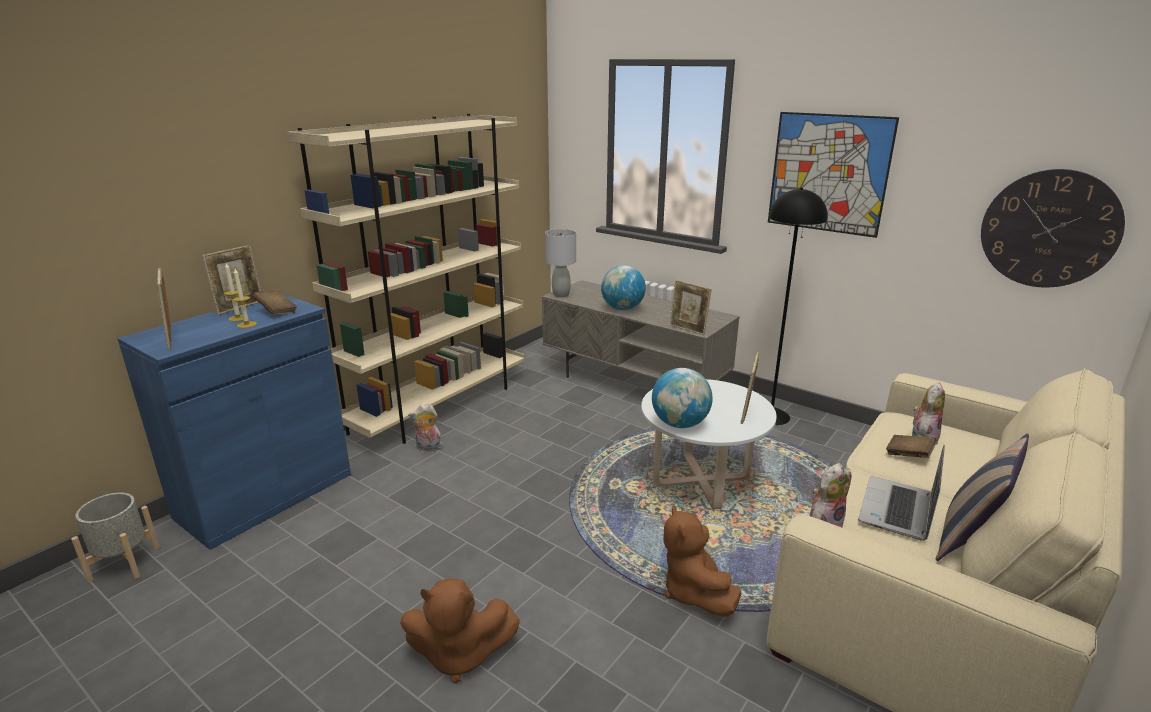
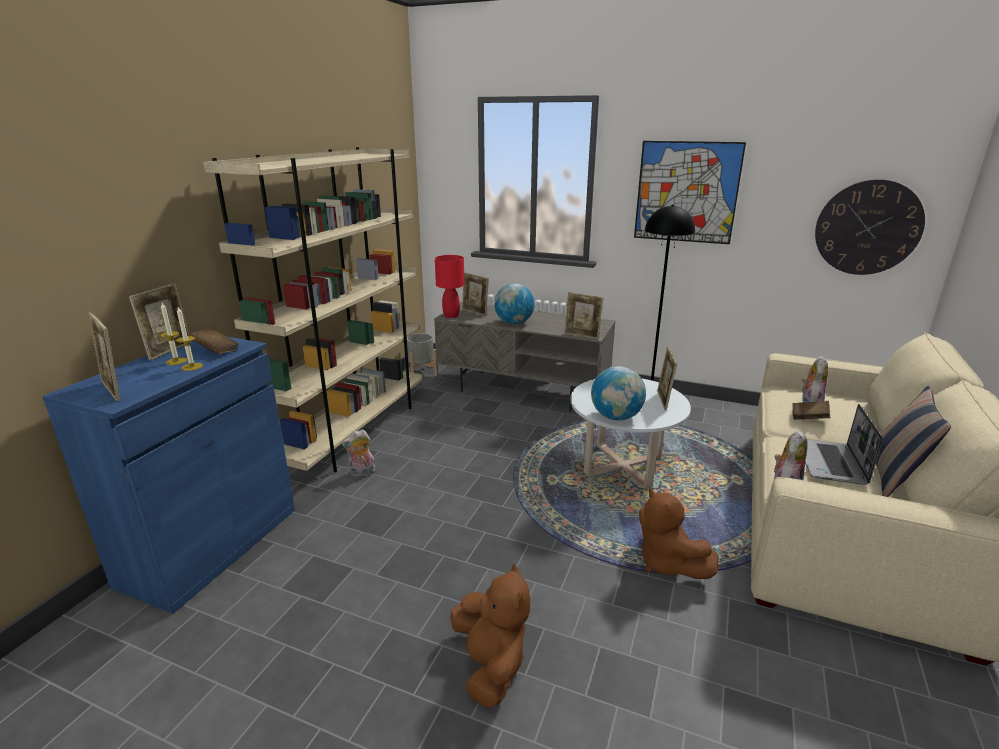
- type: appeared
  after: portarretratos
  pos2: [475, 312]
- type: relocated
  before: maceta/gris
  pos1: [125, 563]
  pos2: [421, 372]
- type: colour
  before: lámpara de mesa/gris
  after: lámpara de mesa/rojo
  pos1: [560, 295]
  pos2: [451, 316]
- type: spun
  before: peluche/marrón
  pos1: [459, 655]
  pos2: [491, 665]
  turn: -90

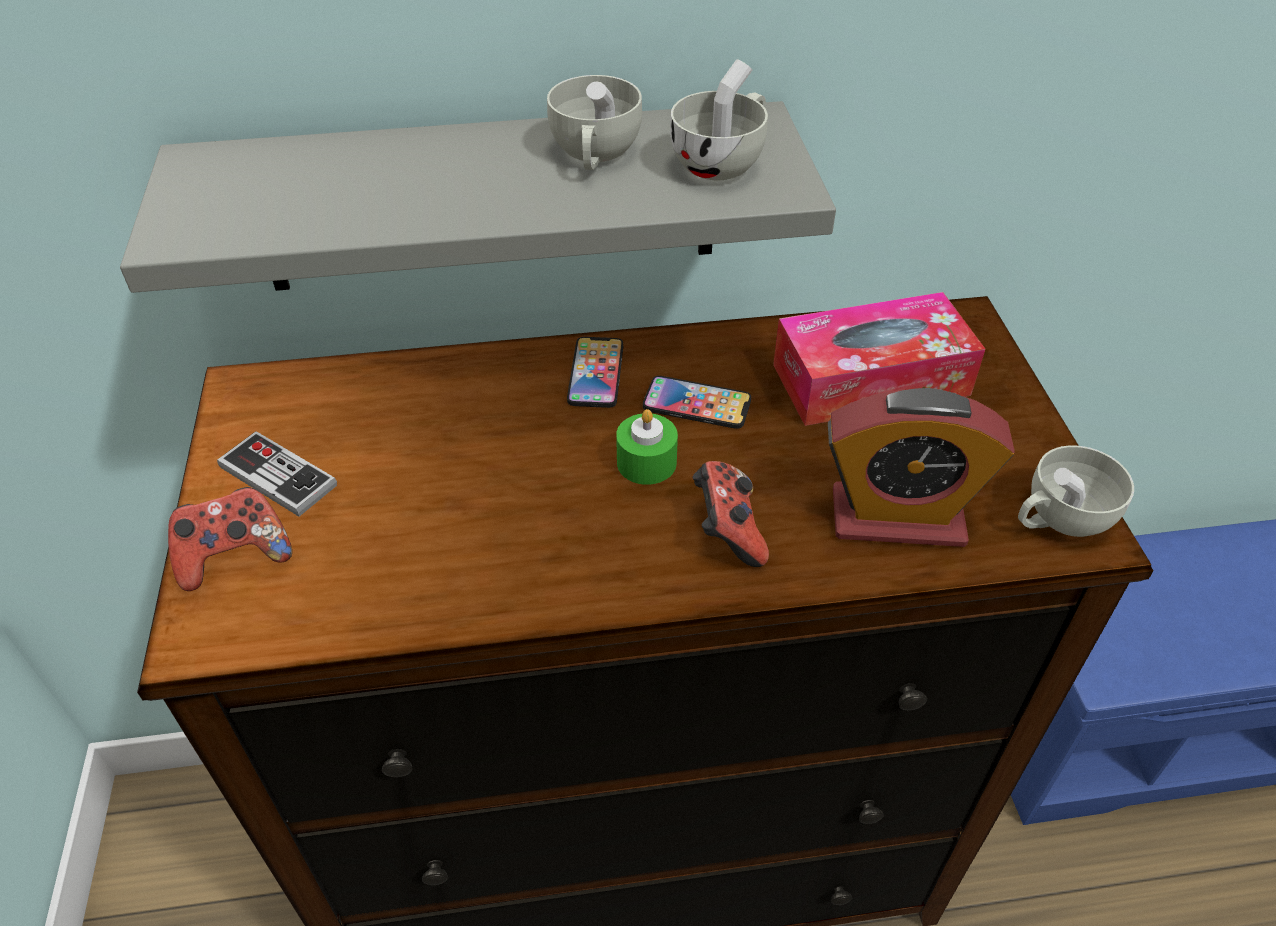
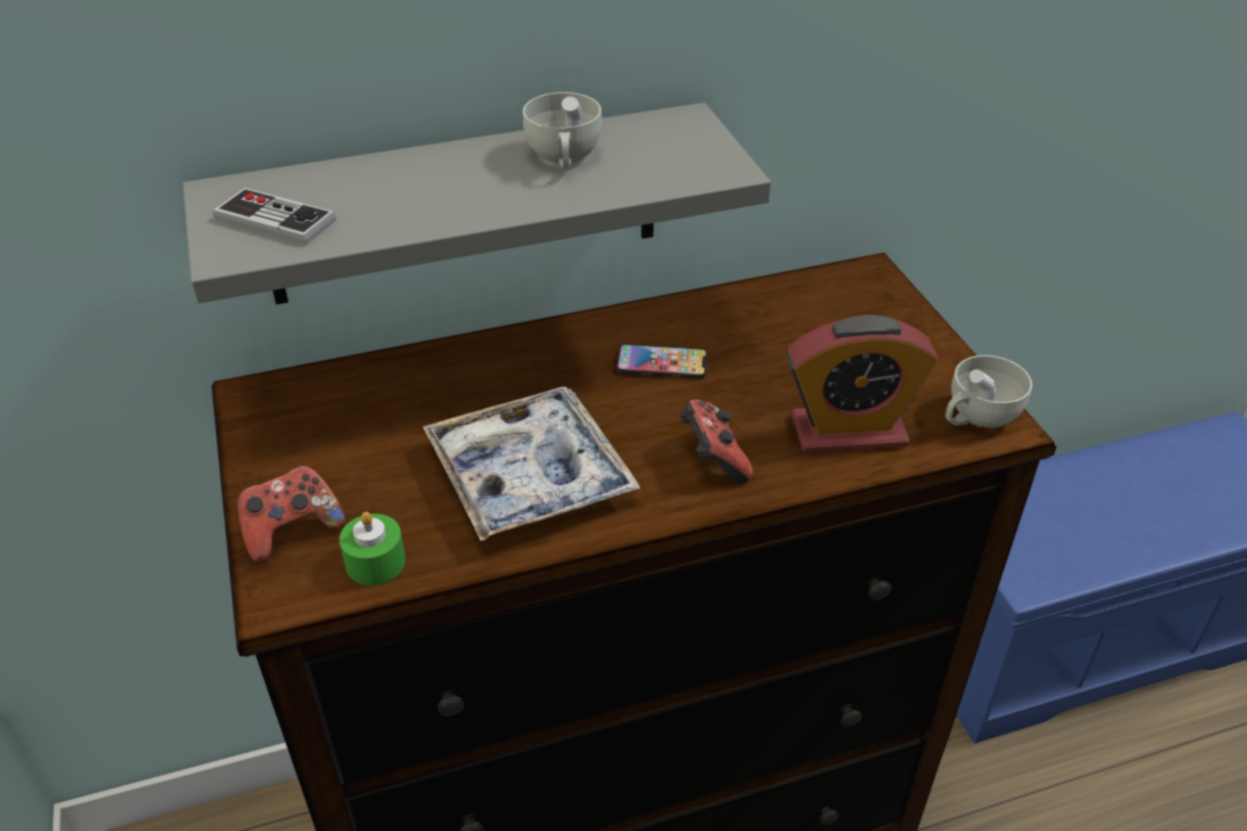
- type: missing
  before: móvil
  pos1: [596, 373]
- type: missing
  before: taza/blanco
  pos1: [723, 162]
- type: missing
  before: caja de pañuelos
  pos1: [870, 380]
- type: appeared
  after: bandeja
  pos2: [530, 476]
- type: relocated
  before: mando de consola
  pos1: [278, 476]
  pos2: [275, 220]
- type: relocated
  before: vela/verde
  pos1: [646, 462]
  pos2: [375, 562]

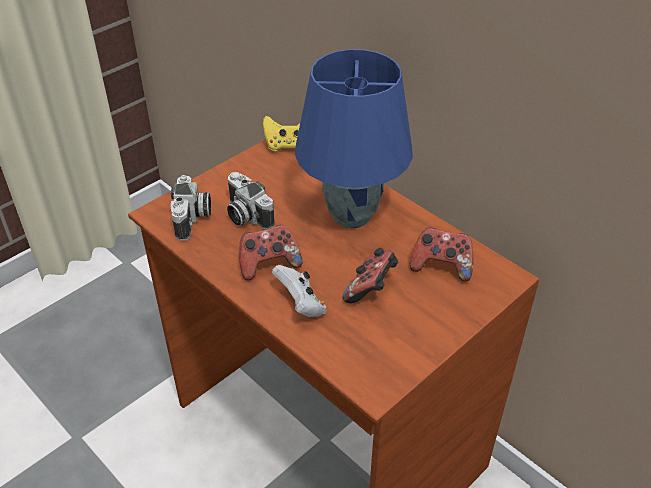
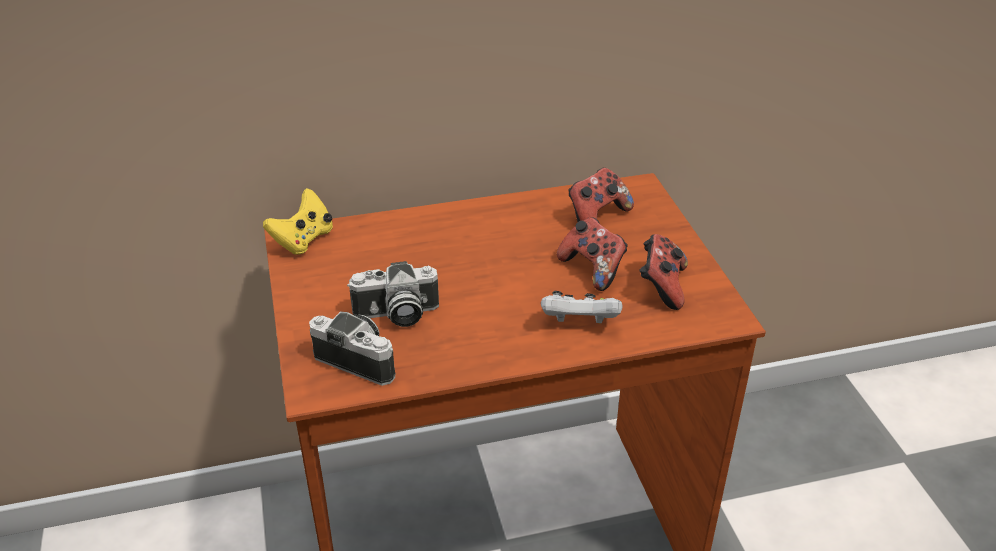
- type: missing
  before: lámpara de mesa/azul
  pos1: [352, 215]
- type: relocated
  before: mando de consola
  pos1: [269, 264]
  pos2: [661, 287]

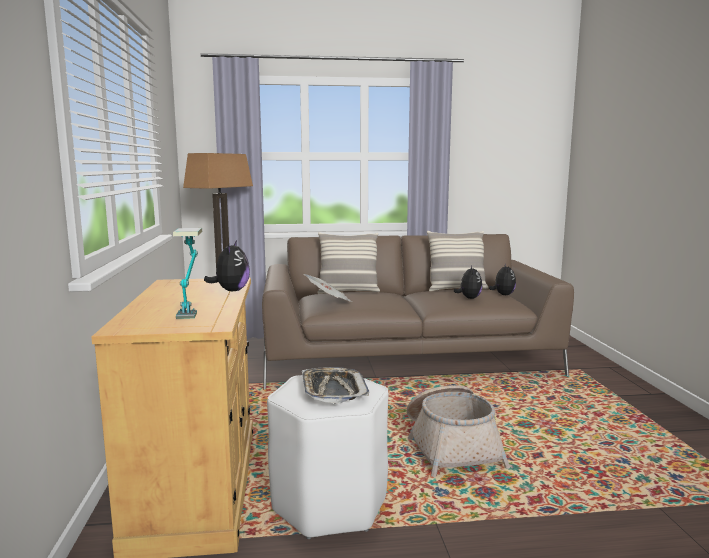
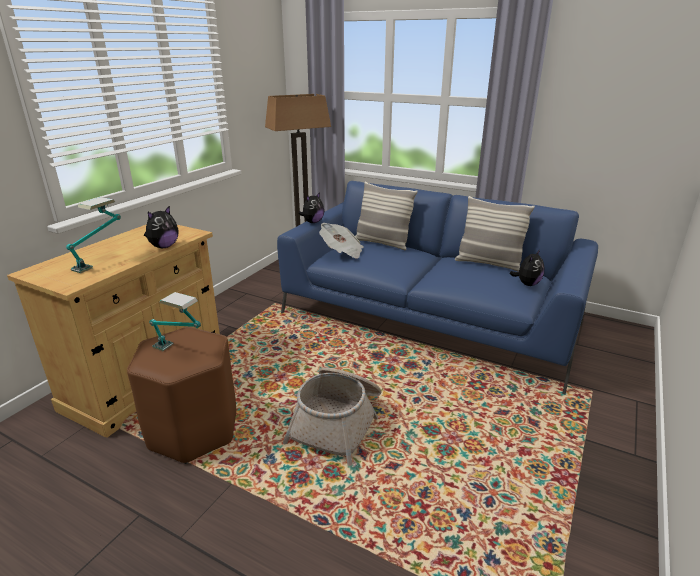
- type: relocated
  before: peluche
  pos1: [469, 298]
  pos2: [312, 222]
- type: exchanged
  before: bandeja
  after: lámpara de mesa
  pos1: [333, 390]
  pos2: [180, 352]
- type: colour
  before: sofá/marrón
  after: sofá/azul
  pos1: [406, 359]
  pos2: [428, 319]
- type: colour
  before: taburete/blanco
  after: taburete/marrón
  pos1: [329, 504]
  pos2: [193, 430]

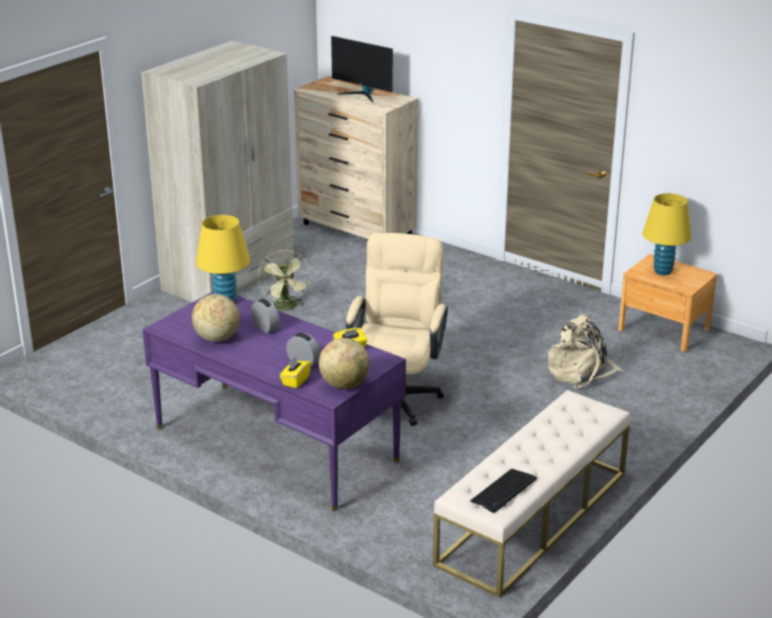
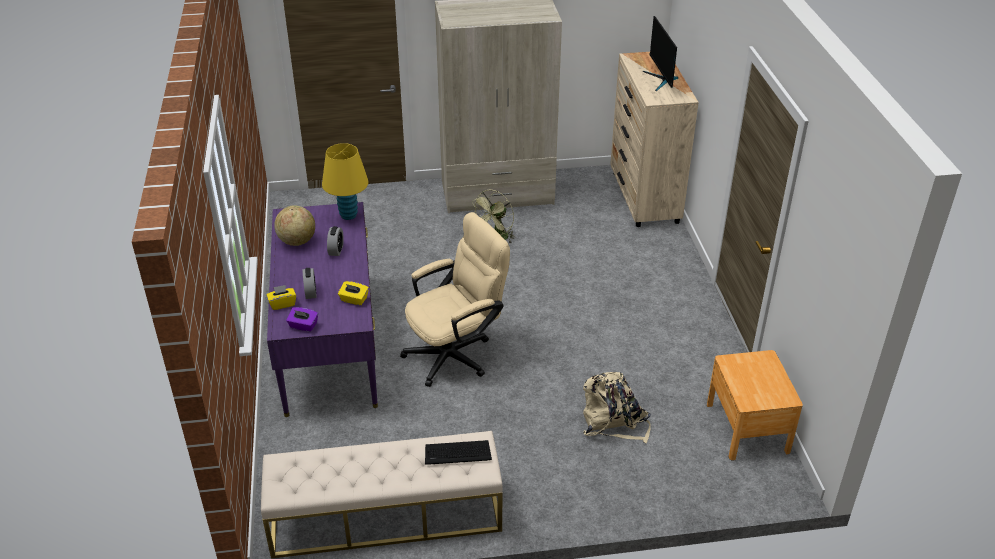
- type: missing
  before: lámpara de mesa/amarillo
  pos1: [662, 271]
- type: relocated
  before: teclado
  pos1: [504, 491]
  pos2: [457, 453]
- type: exchanged
  before: globo terráqueo
  after: caja de pañuelos/morado
  pos1: [344, 384]
  pos2: [303, 326]

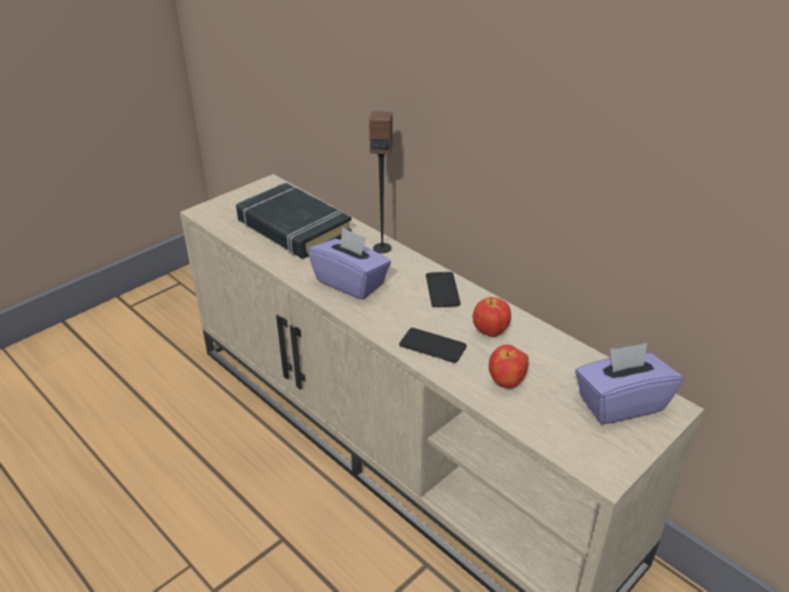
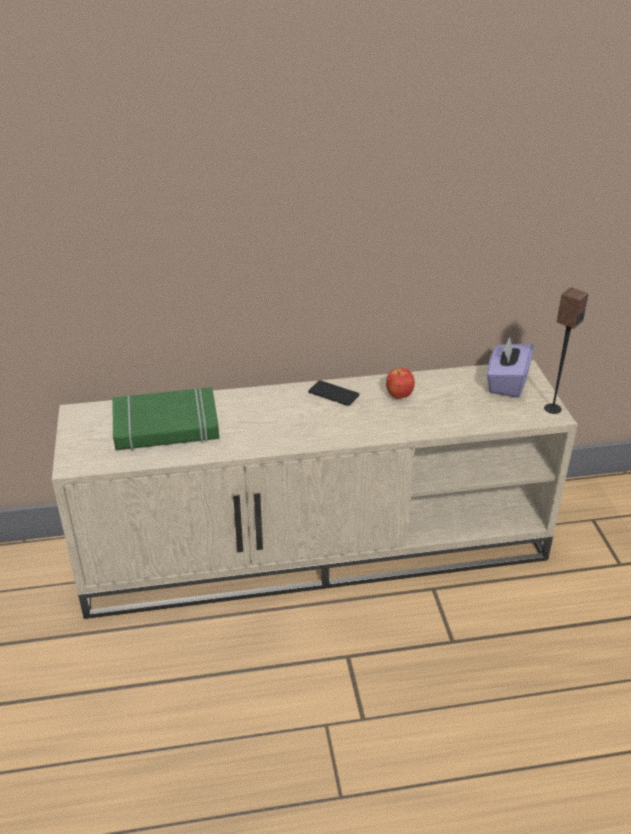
- type: missing
  before: caja de pañuelos/morado
  pos1: [351, 282]
- type: missing
  before: móvil
  pos1: [432, 346]
- type: missing
  before: manzana
  pos1: [506, 383]
- type: relocated
  before: altavoz
  pos1: [382, 248]
  pos2: [552, 408]
- type: colour
  before: libro/negro
  after: libro/verde
  pos1: [293, 227]
  pos2: [166, 426]

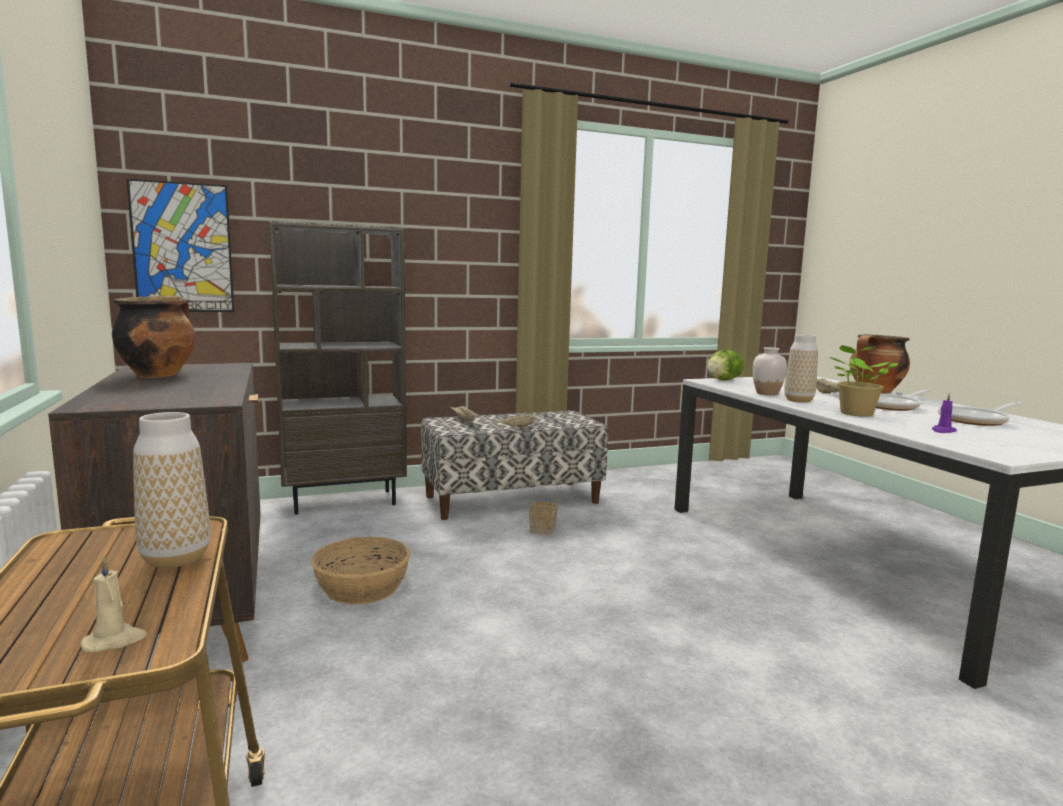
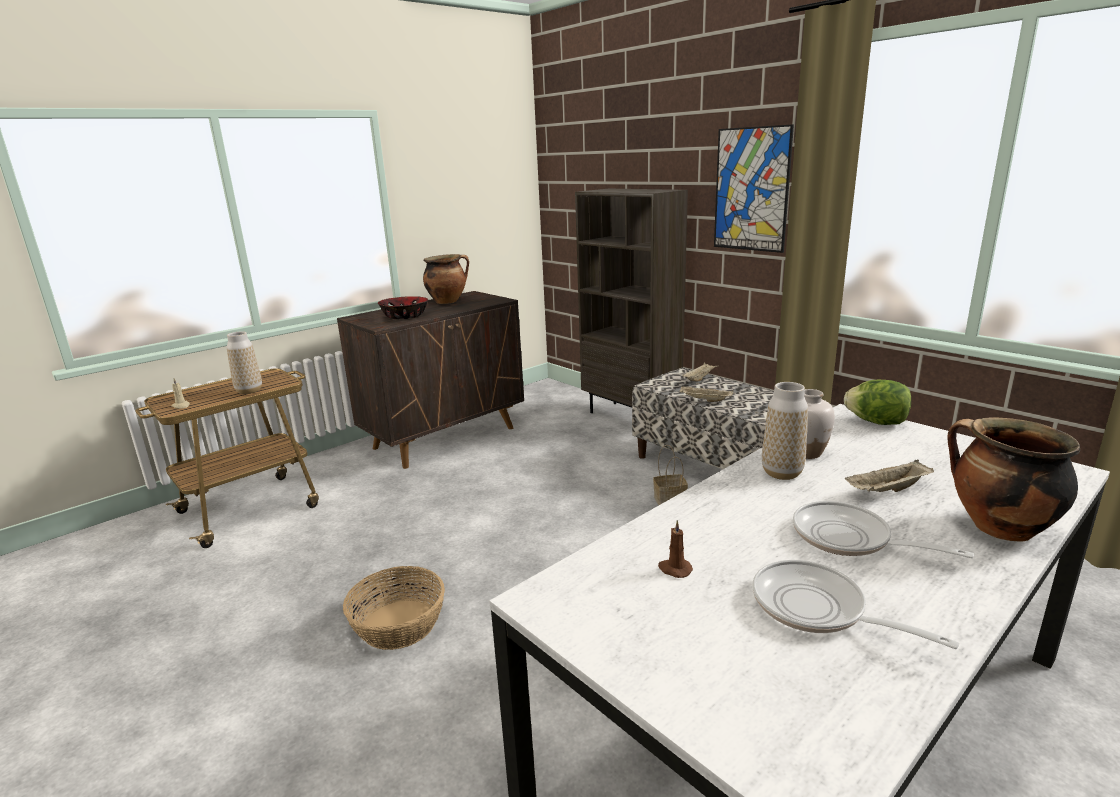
- type: missing
  before: planta en maceta
  pos1: [855, 414]
- type: appeared
  after: cuenco
  pos2: [405, 316]
- type: relocated
  before: cuadro
  pos1: [182, 248]
  pos2: [751, 190]
- type: relocated
  before: cesta
  pos1: [362, 587]
  pos2: [399, 624]
- type: colour
  before: vela/morado
  after: vela/marrón
  pos1: [943, 431]
  pos2: [674, 569]

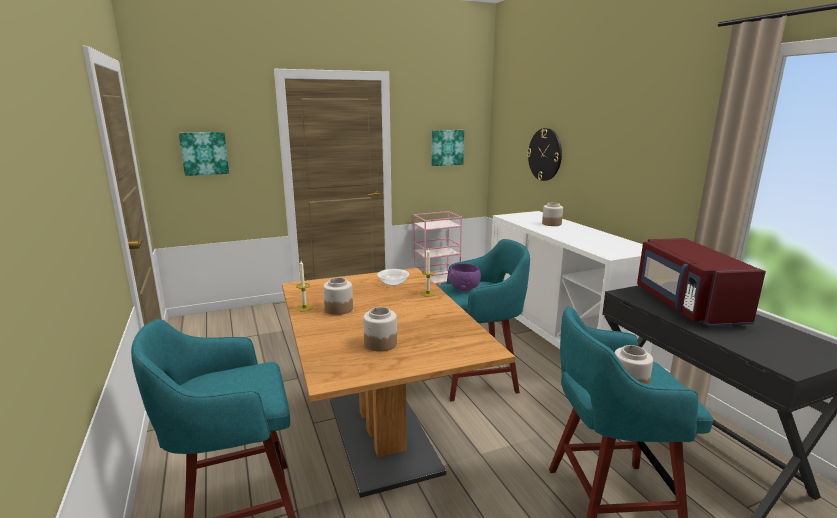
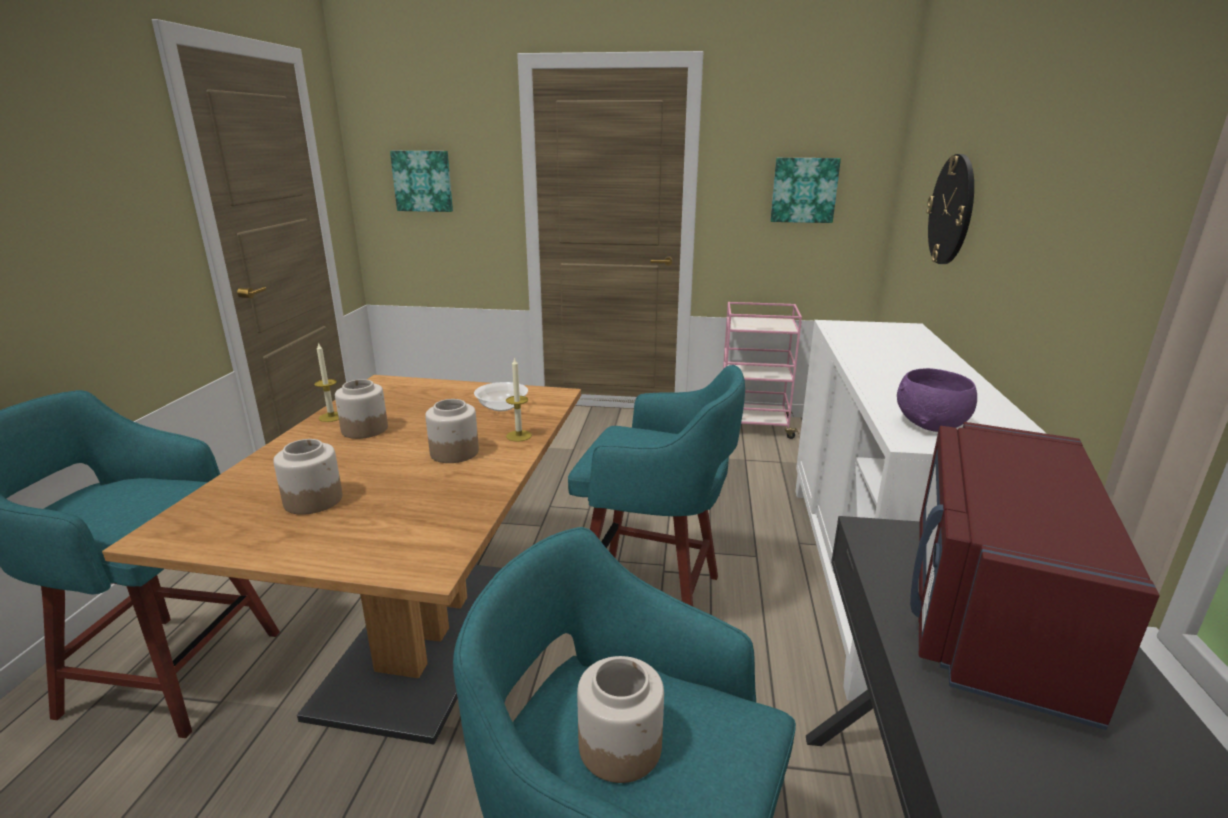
- type: relocated
  before: cuenco/morado
  pos1: [464, 288]
  pos2: [931, 425]
- type: relocated
  before: tarro
  pos1: [551, 224]
  pos2: [453, 452]

